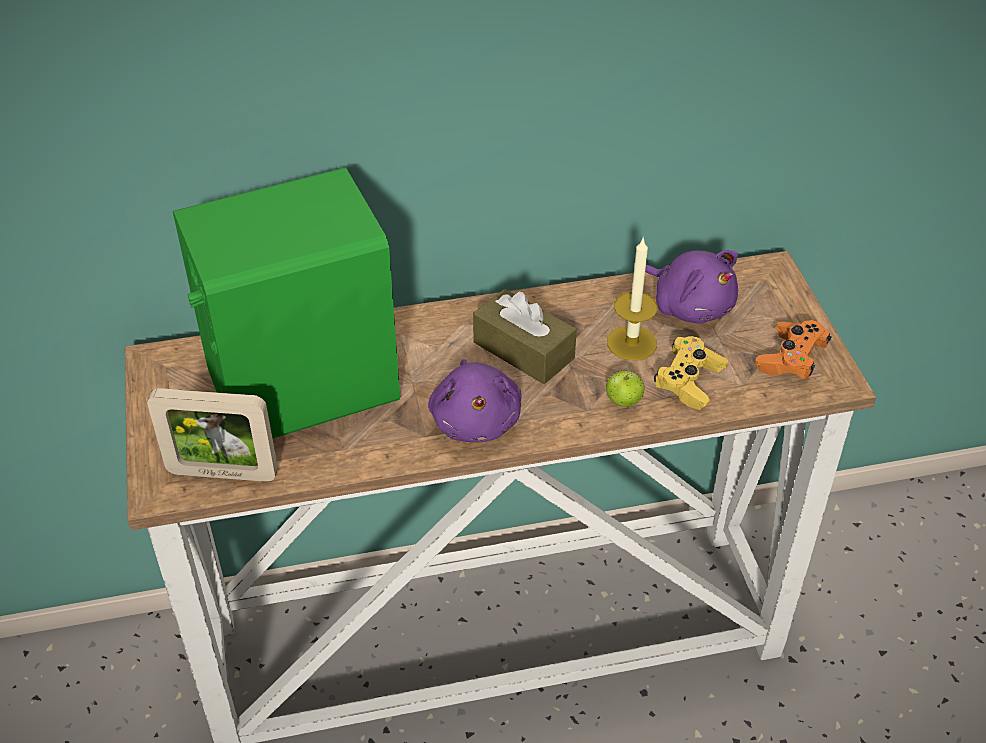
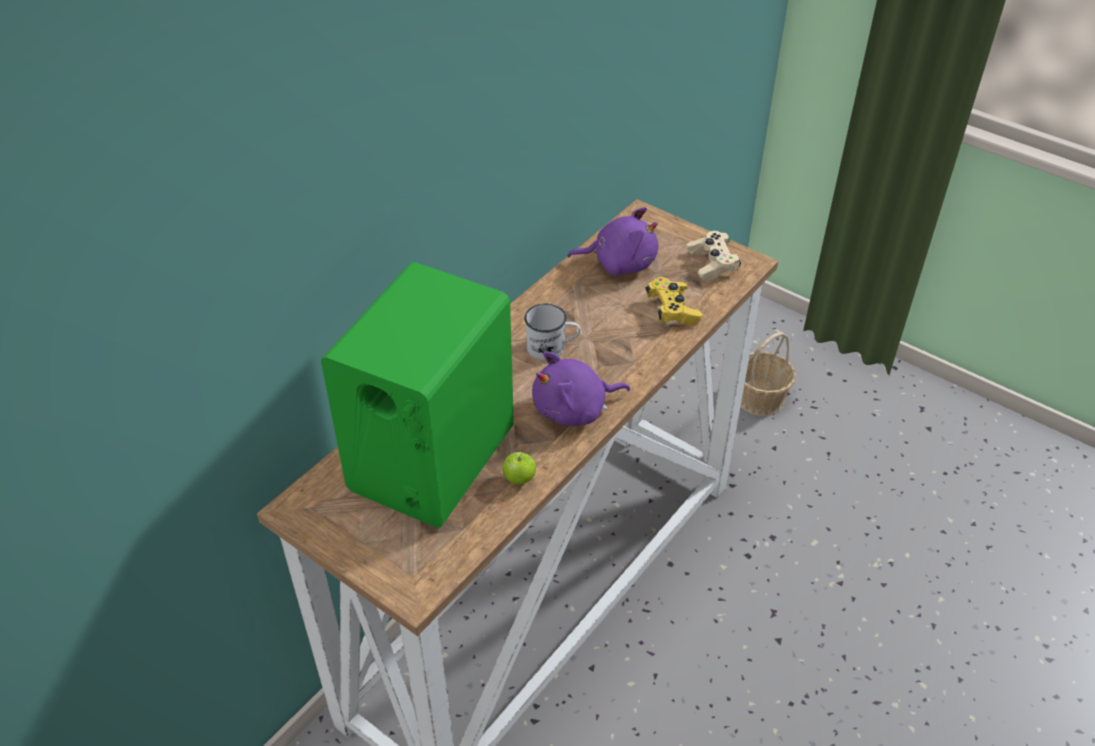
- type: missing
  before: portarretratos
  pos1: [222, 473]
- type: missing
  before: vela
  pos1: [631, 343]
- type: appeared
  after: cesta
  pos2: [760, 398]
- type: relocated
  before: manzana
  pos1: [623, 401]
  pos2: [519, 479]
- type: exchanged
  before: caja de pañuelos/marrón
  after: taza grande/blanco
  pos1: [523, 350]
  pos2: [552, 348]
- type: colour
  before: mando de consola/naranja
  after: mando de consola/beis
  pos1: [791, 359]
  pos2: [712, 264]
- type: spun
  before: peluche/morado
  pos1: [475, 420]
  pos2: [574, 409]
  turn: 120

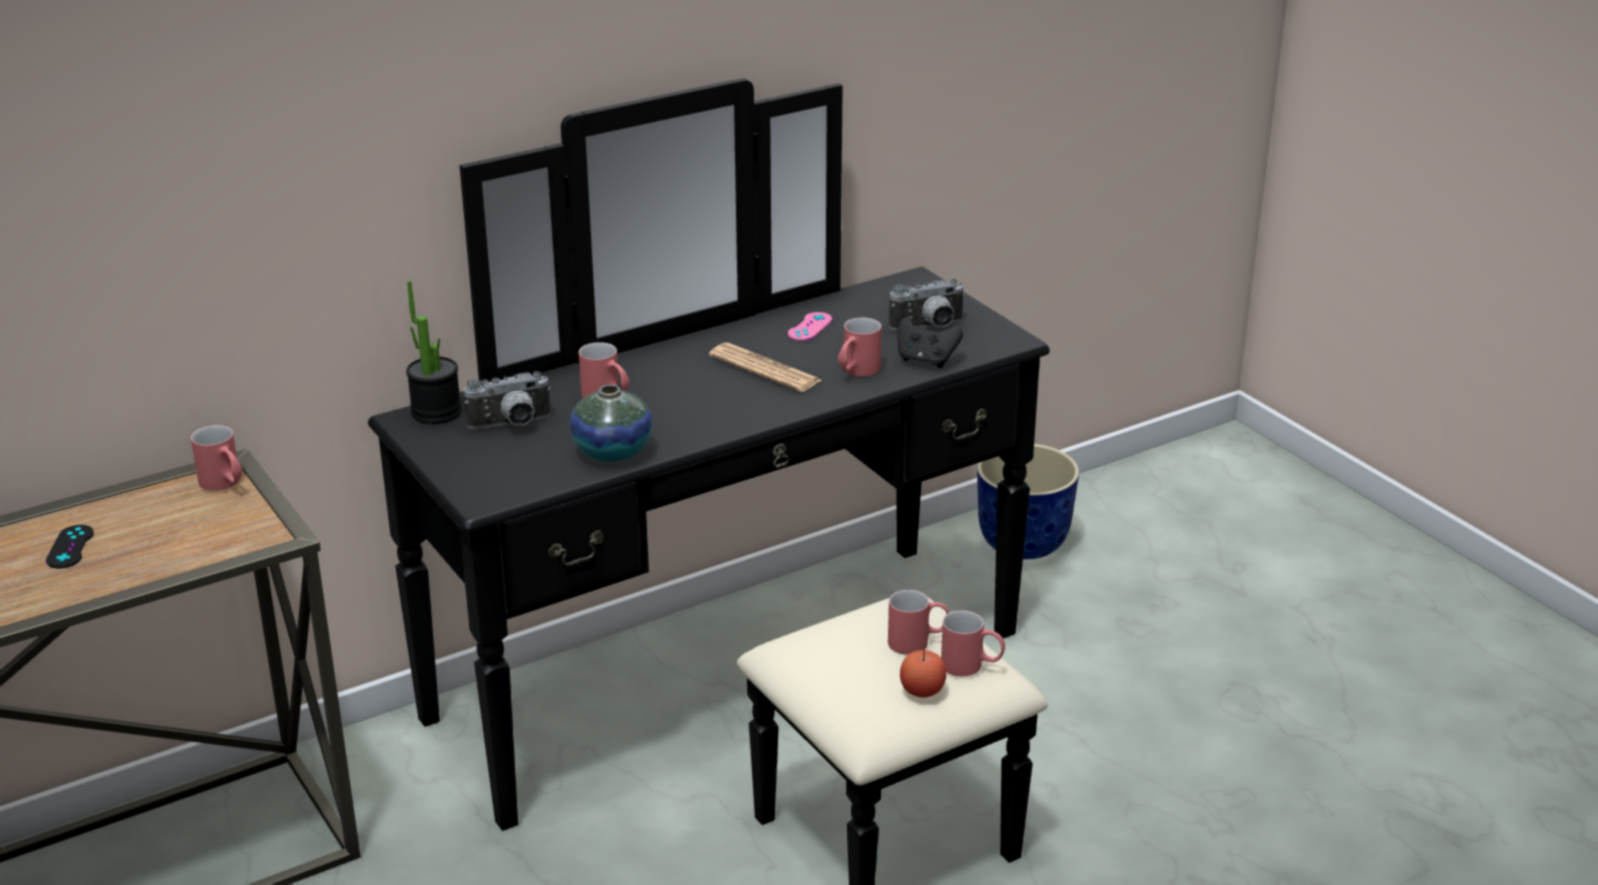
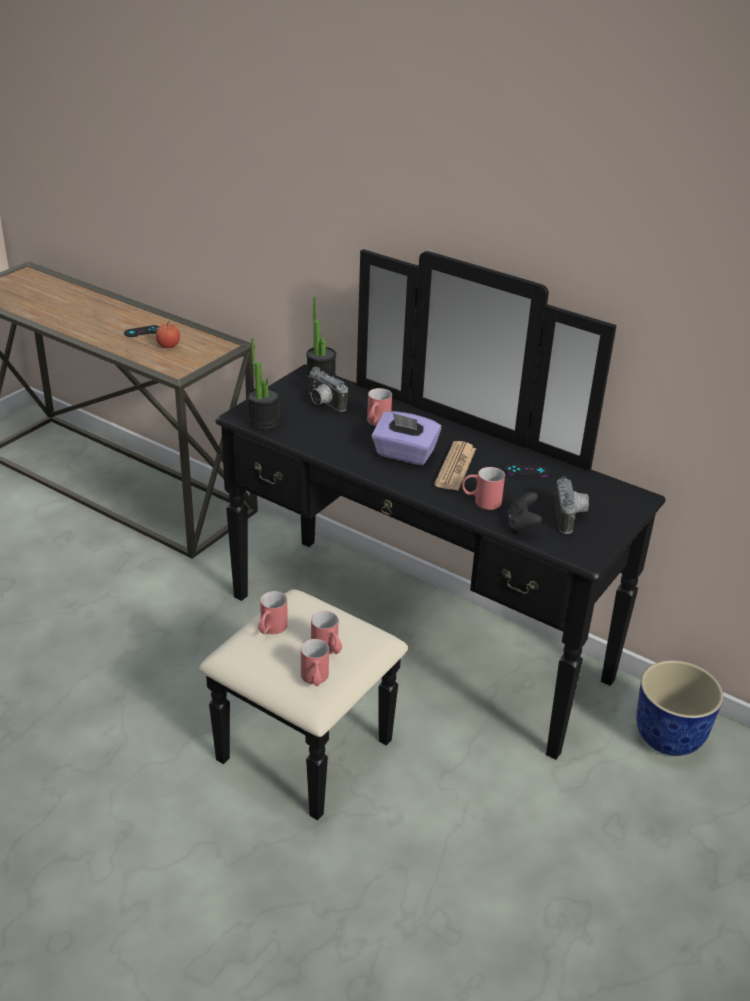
- type: missing
  before: florero
  pos1: [612, 452]
- type: appeared
  after: planta en maceta
  pos2: [263, 422]
- type: appeared
  after: caja de pañuelos/morado
  pos2: [404, 454]
- type: relocated
  before: taza grande/rojo
  pos1: [225, 484]
  pos2: [271, 630]
- type: relocated
  before: manzana
  pos1: [922, 690]
  pos2: [168, 345]
- type: colour
  before: mando de consola/rosa
  after: mando de consola/negro
  pos1: [810, 327]
  pos2: [526, 470]
- type: spun
  before: cámara
  pos1: [929, 328]
  pos2: [570, 517]
  turn: -135

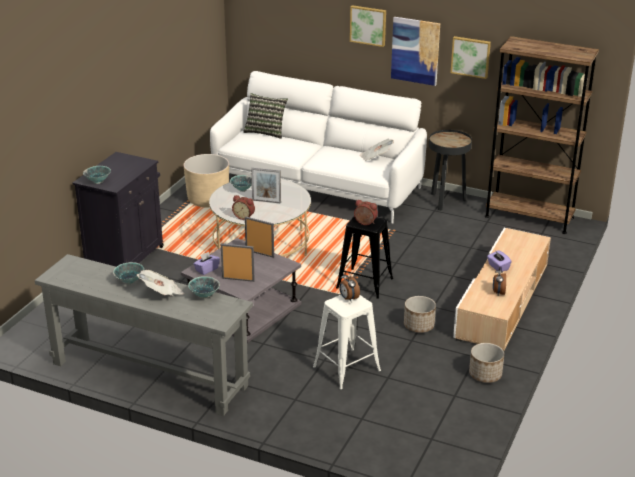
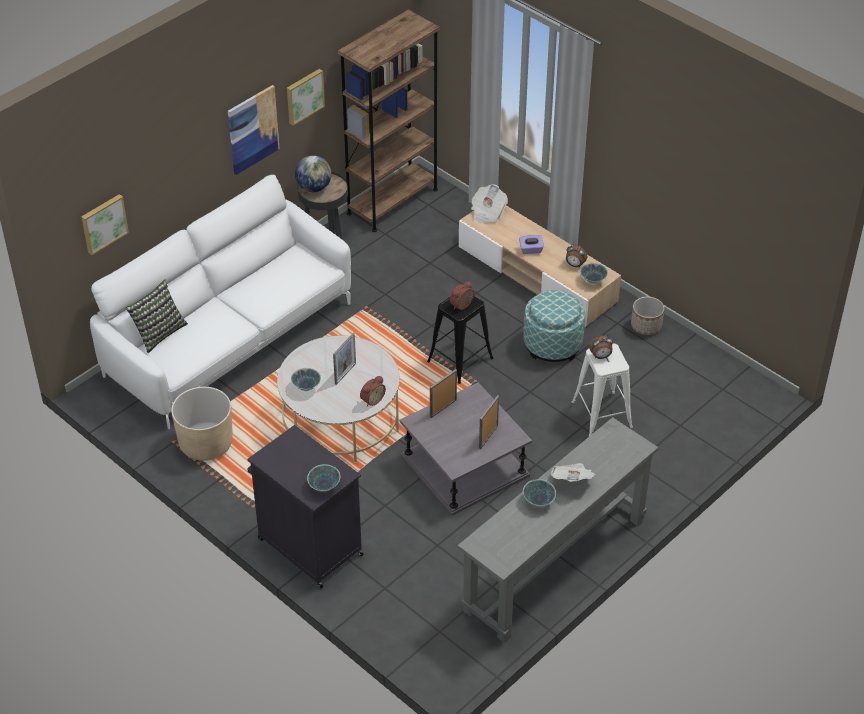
- type: missing
  before: caja de pañuelos/morado
  pos1: [206, 269]
- type: appeared
  after: globo terráqueo
  pos2: [314, 188]
- type: relocated
  before: cuenco
  pos1: [204, 296]
  pos2: [593, 280]
- type: relocated
  before: cuadro
  pos1: [368, 25]
  pos2: [103, 223]
- type: relocated
  before: periódico
  pos1: [376, 157]
  pos2: [487, 213]
- type: exchanged
  before: maceta
  after: puf
  pos1: [419, 325]
  pos2: [552, 344]

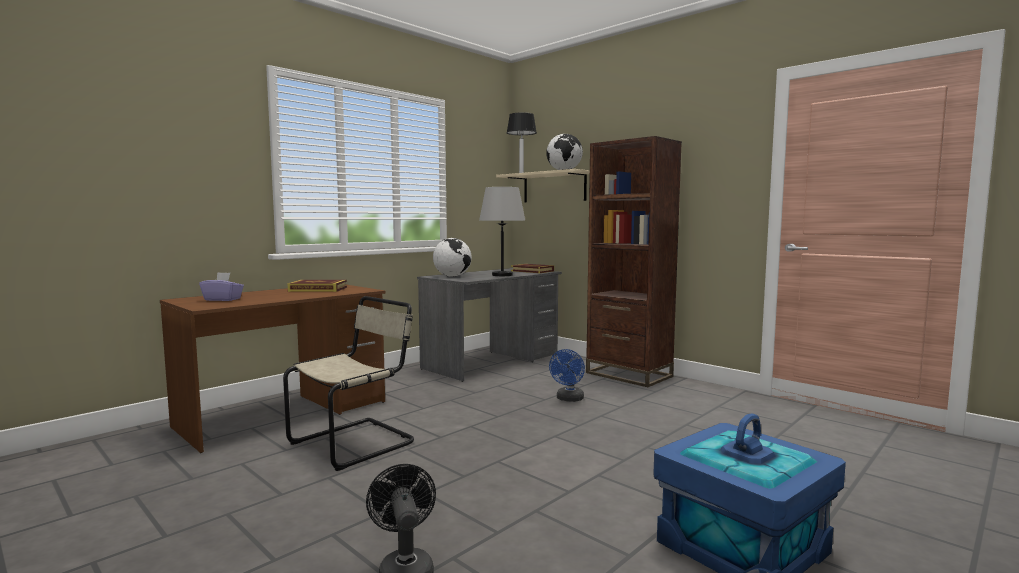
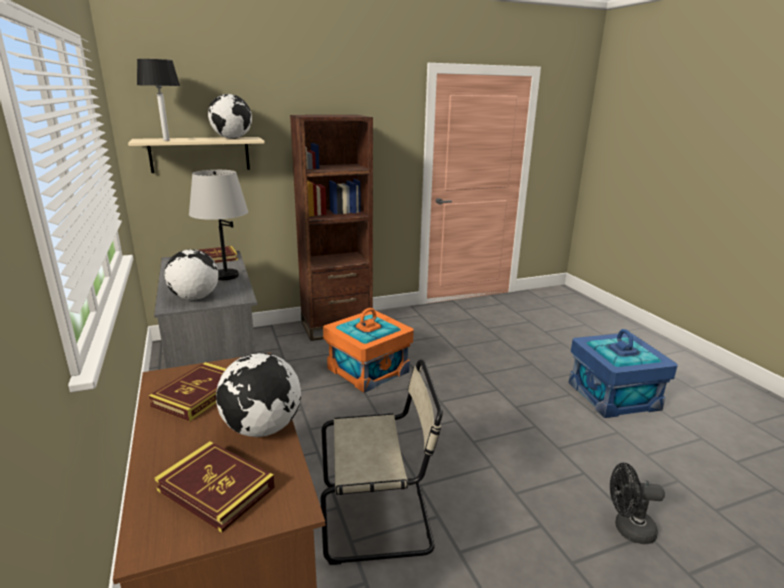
- type: appeared
  after: globo terráqueo
  pos2: [262, 429]
- type: exchanged
  before: caja de pañuelos/morado
  after: libro
  pos1: [223, 299]
  pos2: [216, 489]
- type: exchanged
  before: ventilador/azul
  after: caja de almacenaje/naranja
  pos1: [568, 399]
  pos2: [368, 370]
- type: spun
  before: silla/beis
  pos1: [356, 442]
  pos2: [381, 518]
  turn: 105

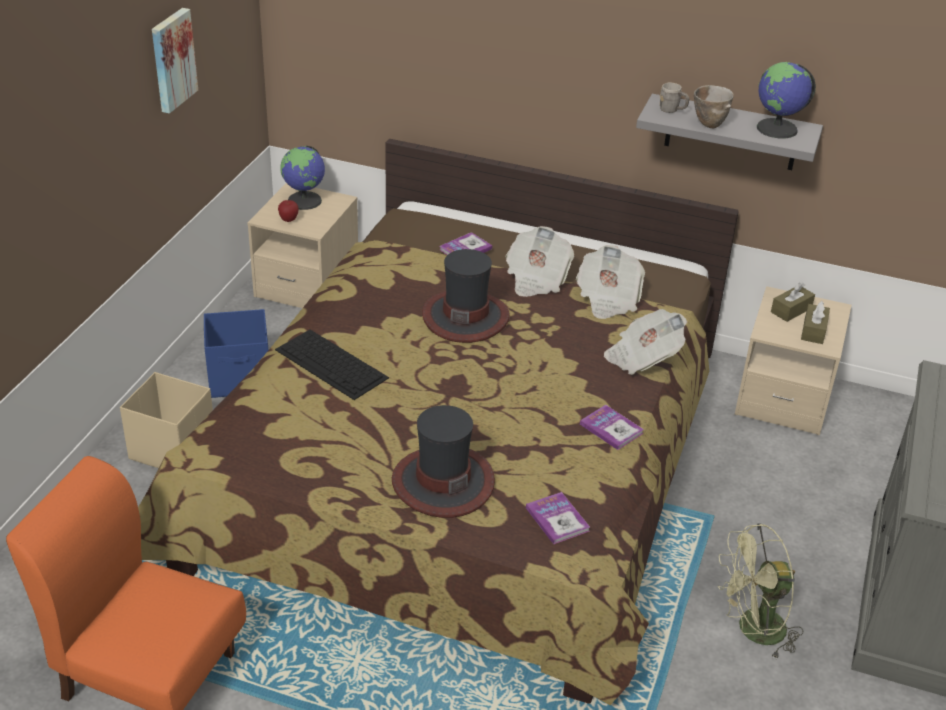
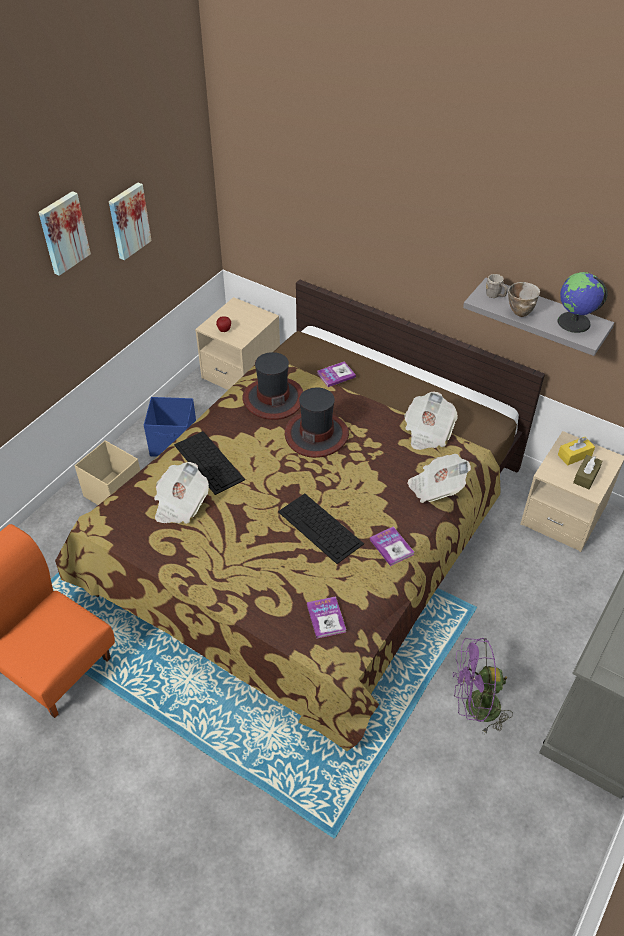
- type: missing
  before: globo terráqueo
  pos1: [305, 201]
- type: appeared
  after: cuadro
  pos2: [63, 232]
- type: appeared
  after: teclado
  pos2: [321, 528]
- type: relocated
  before: sombrero
  pos1: [442, 482]
  pos2: [273, 398]
- type: relocated
  before: periódico
  pos1: [536, 279]
  pos2: [180, 505]
- type: colour
  before: ventilador/verde
  after: ventilador/morado
  pos1: [752, 631]
  pos2: [474, 707]
- type: colour
  before: caja de pañuelos/marrón
  after: caja de pañuelos/amarillo
  pos1: [791, 310]
  pos2: [574, 455]

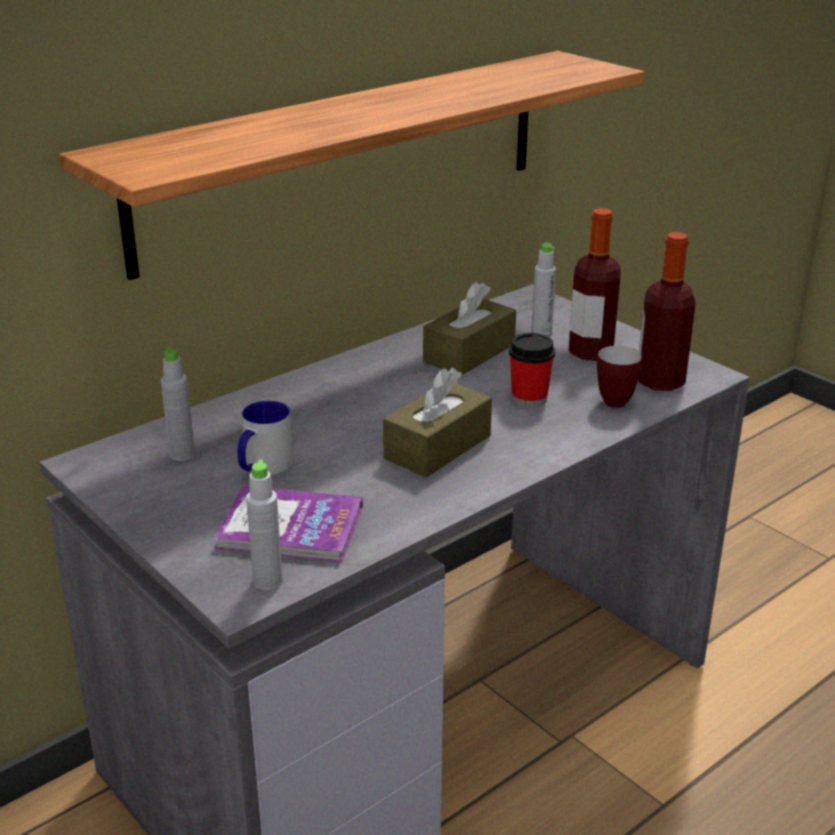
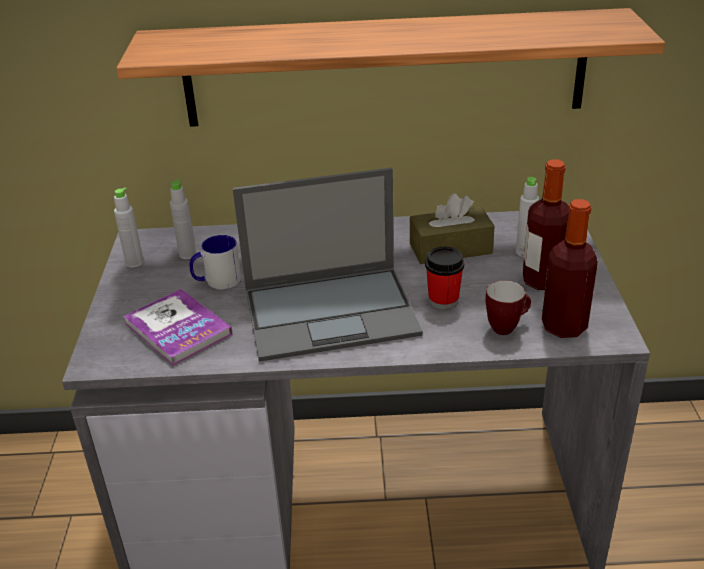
- type: relocated
  before: botella/gris
  pos1: [268, 581]
  pos2: [134, 262]
- type: exchanged
  before: caja de pañuelos/marrón
  after: portátil
  pos1: [437, 447]
  pos2: [332, 312]

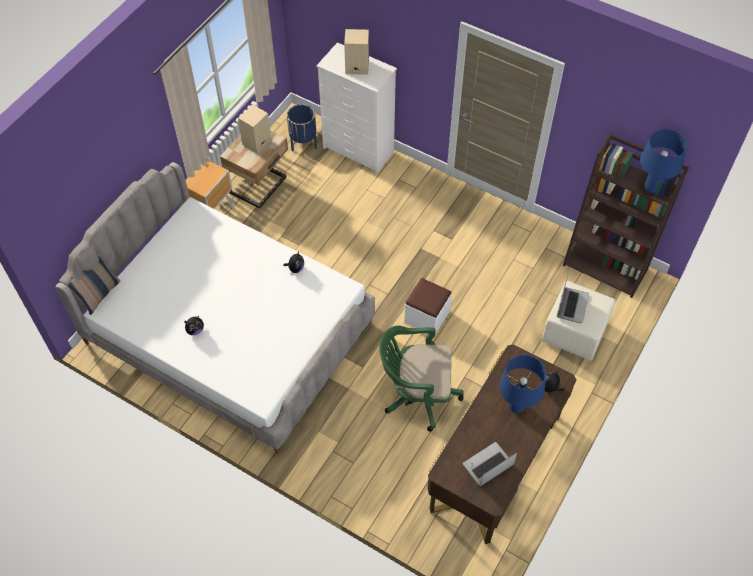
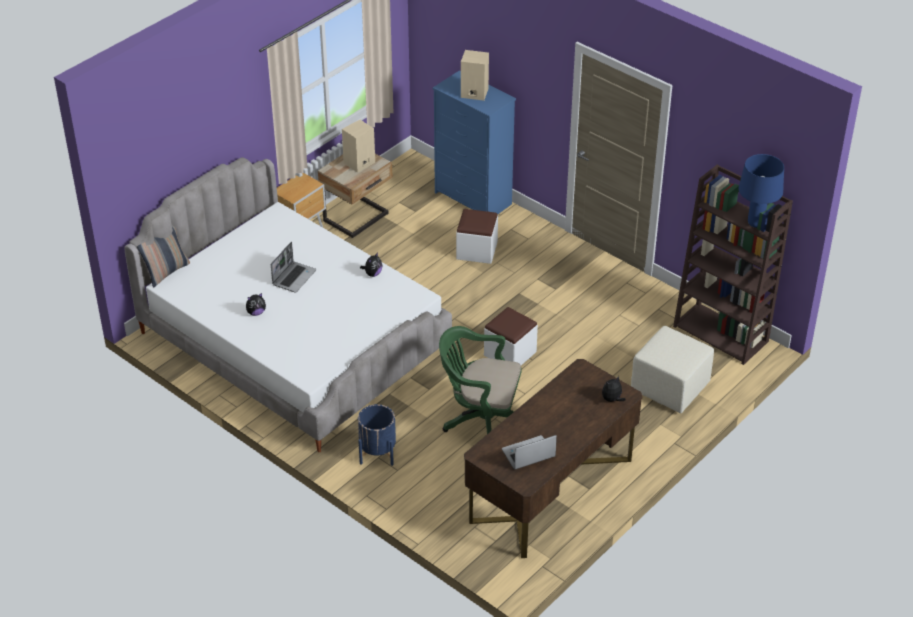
- type: missing
  before: lámpara de mesa/azul
  pos1: [516, 406]
- type: appeared
  after: puf/blanco
  pos2: [477, 250]
- type: relocated
  before: maceta/azul
  pos1: [303, 140]
  pos2: [377, 452]
- type: relocated
  before: portátil
  pos1: [572, 305]
  pos2: [294, 277]
- type: colour
  before: cómoda/blanco
  after: cómoda/azul
  pos1: [358, 151]
  pos2: [473, 199]

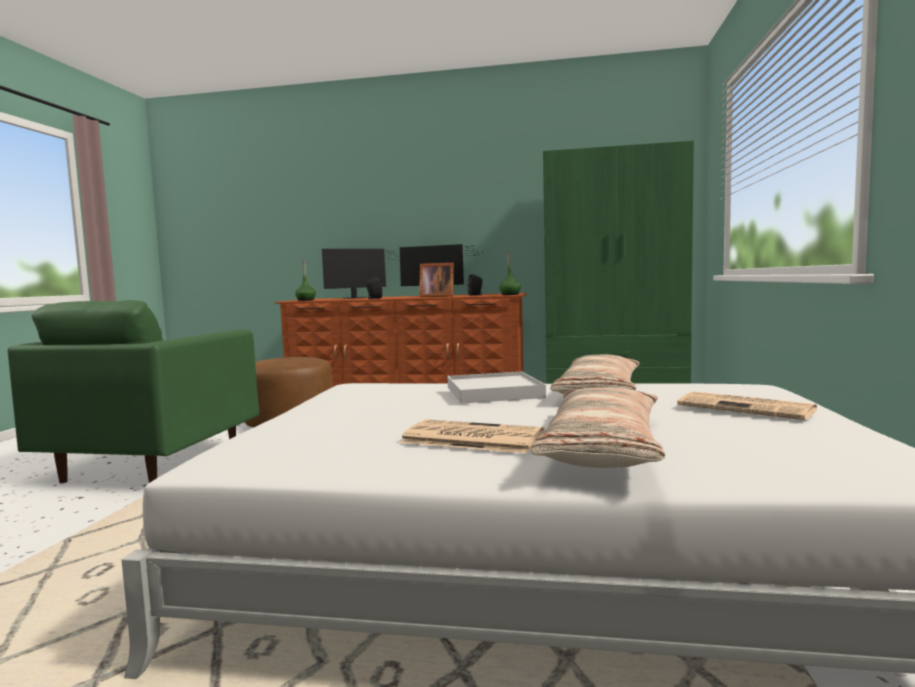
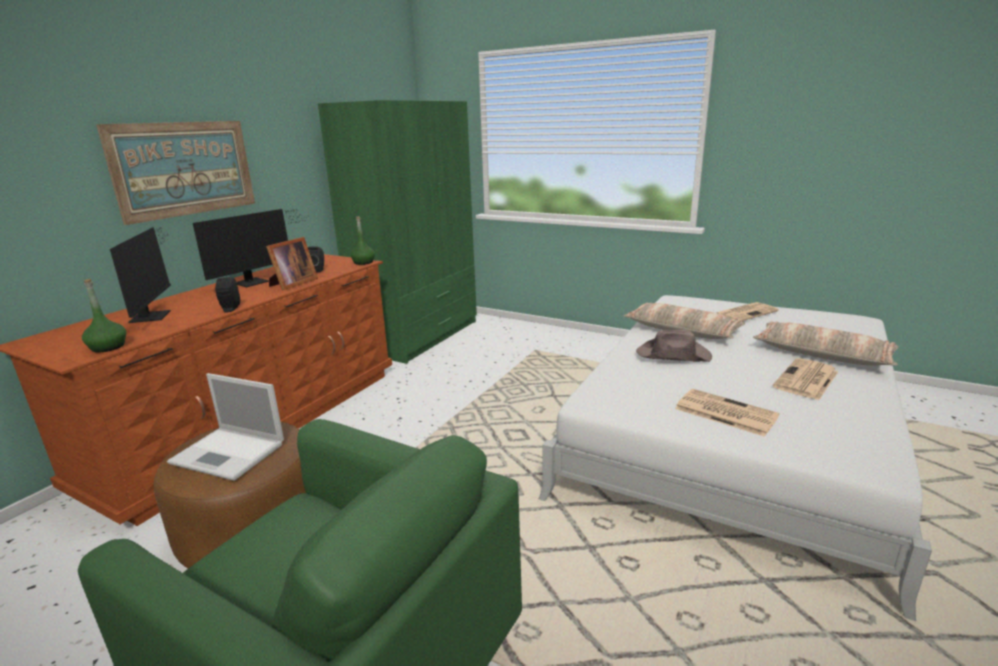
- type: appeared
  after: cuadro
  pos2: [184, 169]
- type: appeared
  after: portátil
  pos2: [229, 453]
- type: appeared
  after: periódico
  pos2: [724, 412]
- type: exchanged
  before: bandeja/blanco
  after: sombrero/marrón
  pos1: [493, 392]
  pos2: [674, 355]

